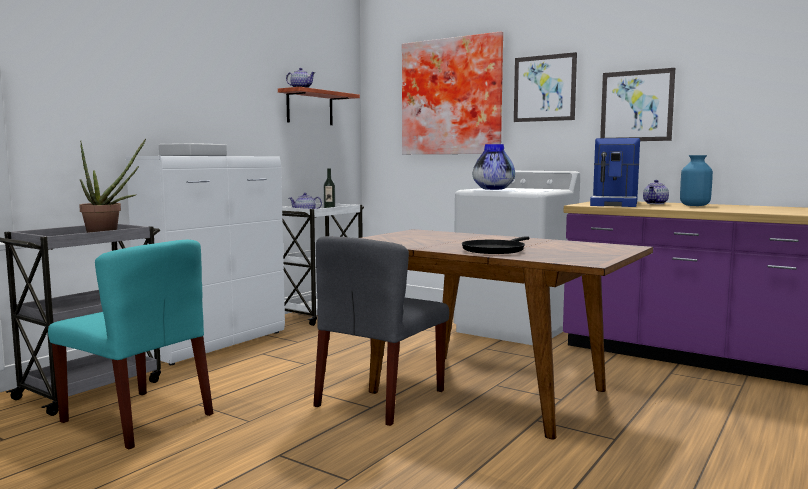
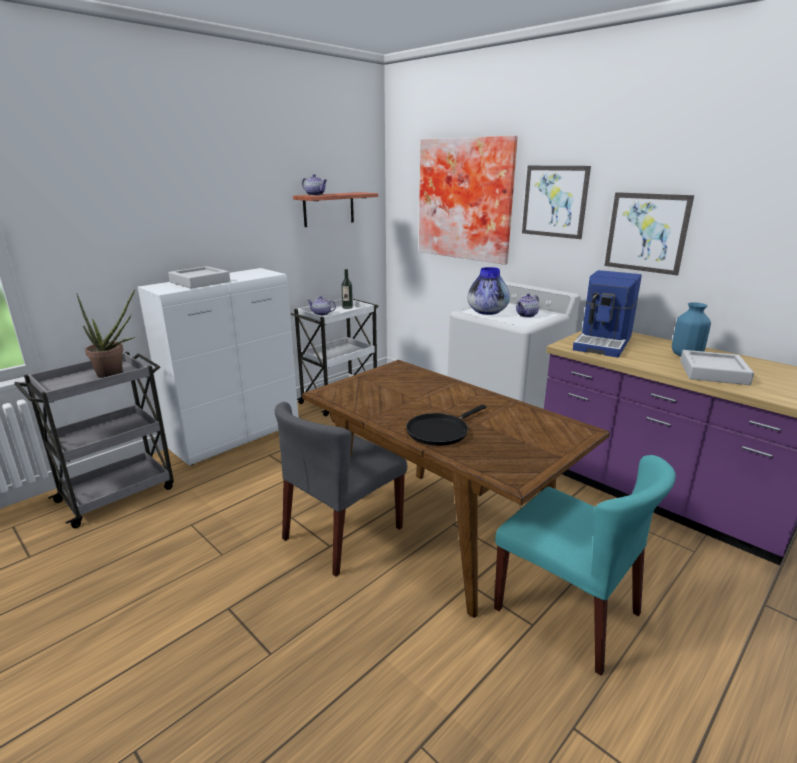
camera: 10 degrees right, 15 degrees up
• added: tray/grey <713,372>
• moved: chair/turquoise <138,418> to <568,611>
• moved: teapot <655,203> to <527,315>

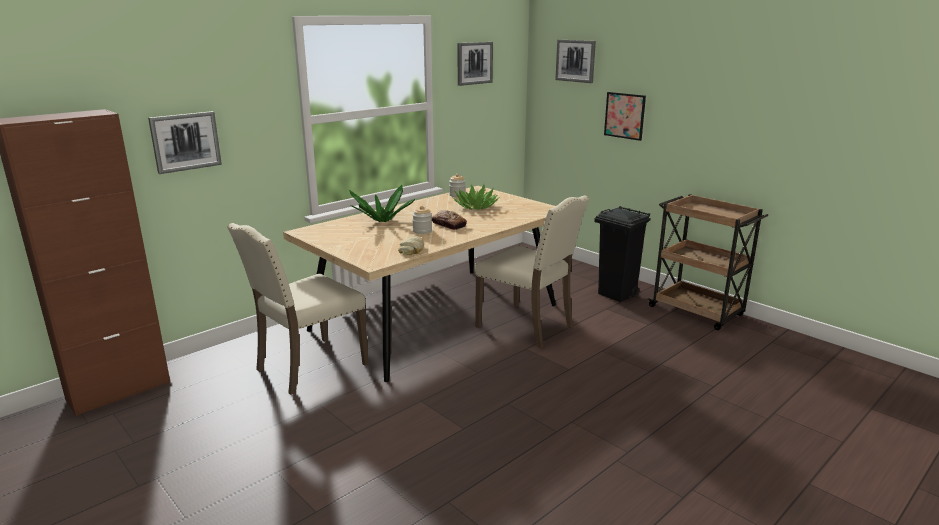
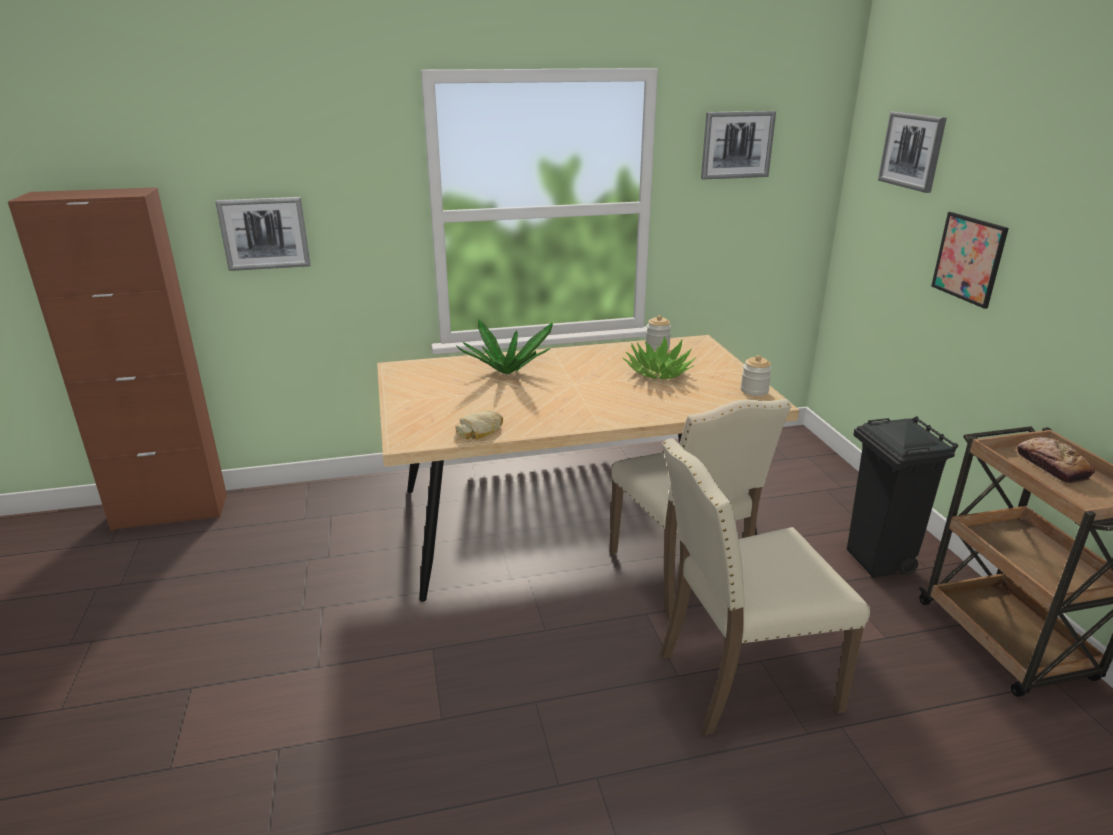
camera: 30 degrees right, 5 degrees up
• moved: chair/beige <308,367> to <742,679>
• moved: jar <422,231> to <754,390>
• moved: bread <448,224> to <1051,466>

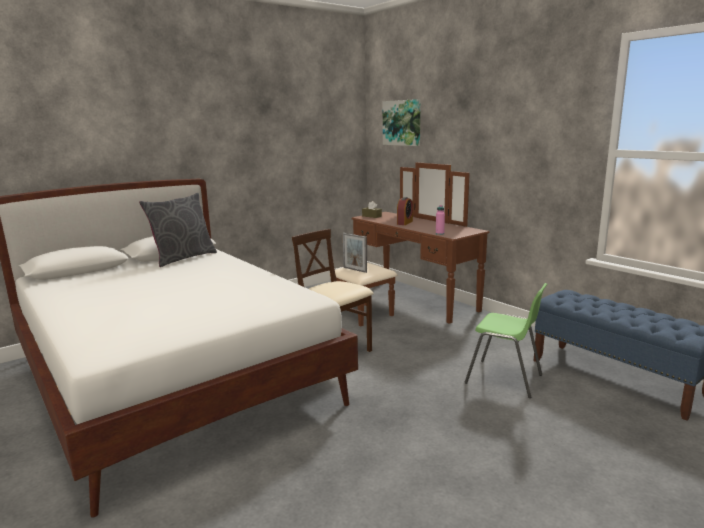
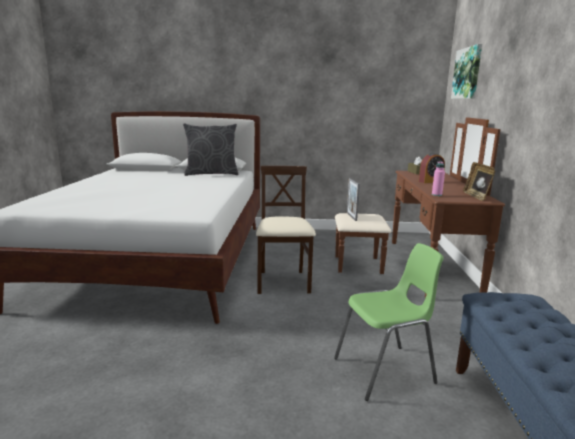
camera: 40 degrees right, 0 degrees up
• added: picture frame <476,196>
• turned: chair/green <504,379> = <385,371> 90 degrees counterclockwise

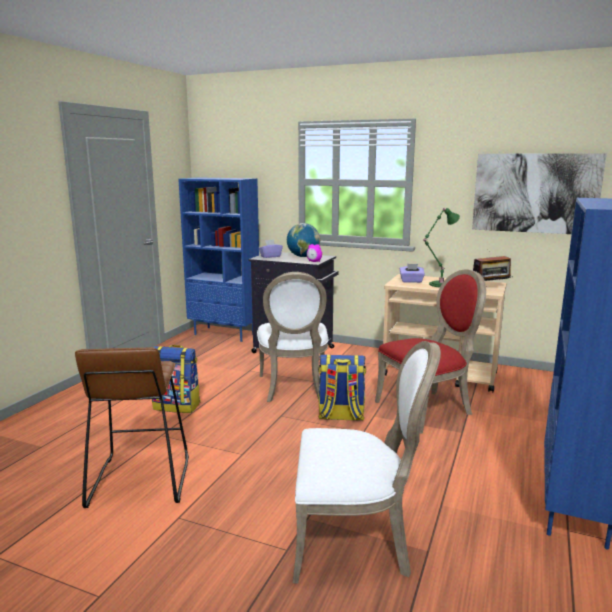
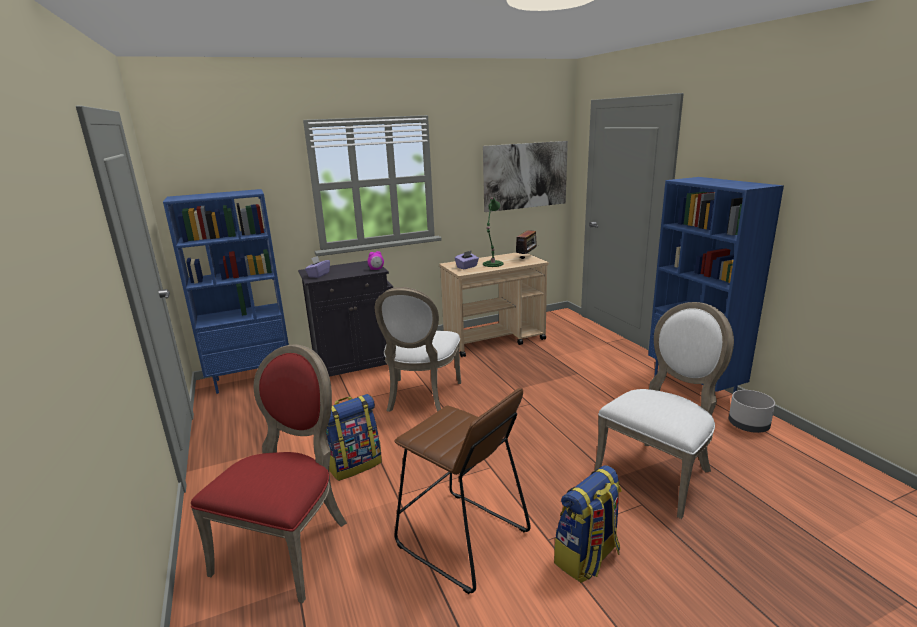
camera: 45 degrees left, 5 degrees up
• removed: globe <303,257>
• added: planter/grey <748,425>
• moved: backpack <340,416> to <587,558>
• moved: chair/red <428,409> to <289,545>
• turned: chair/white <293,388> = <421,398> 60 degrees clockwise

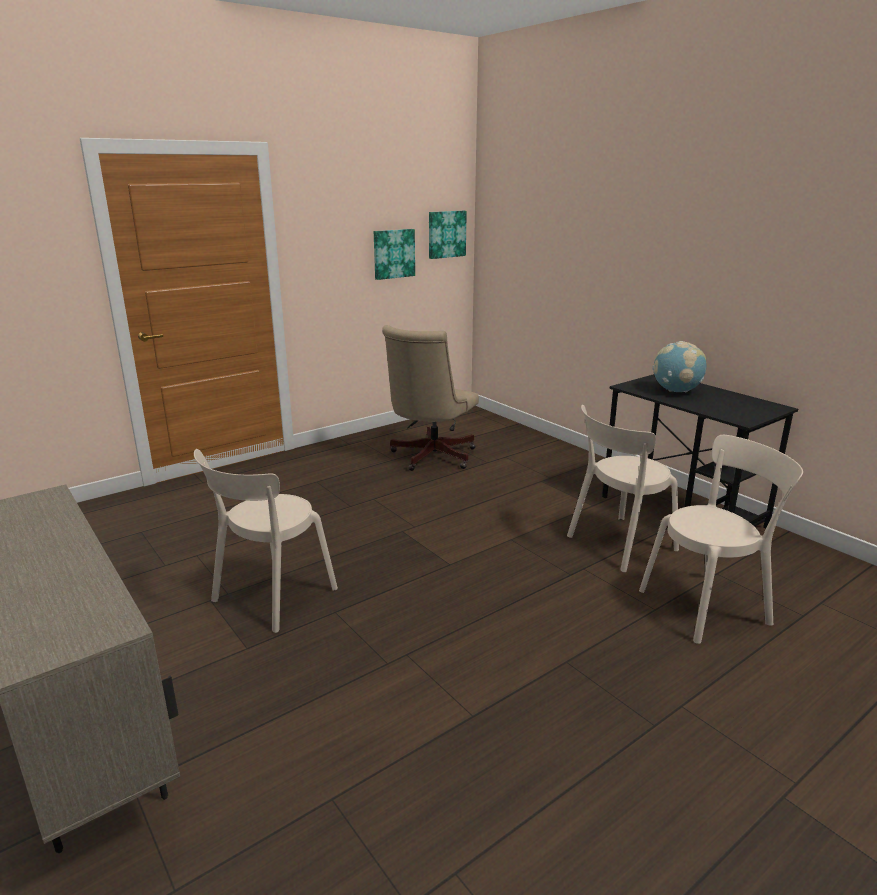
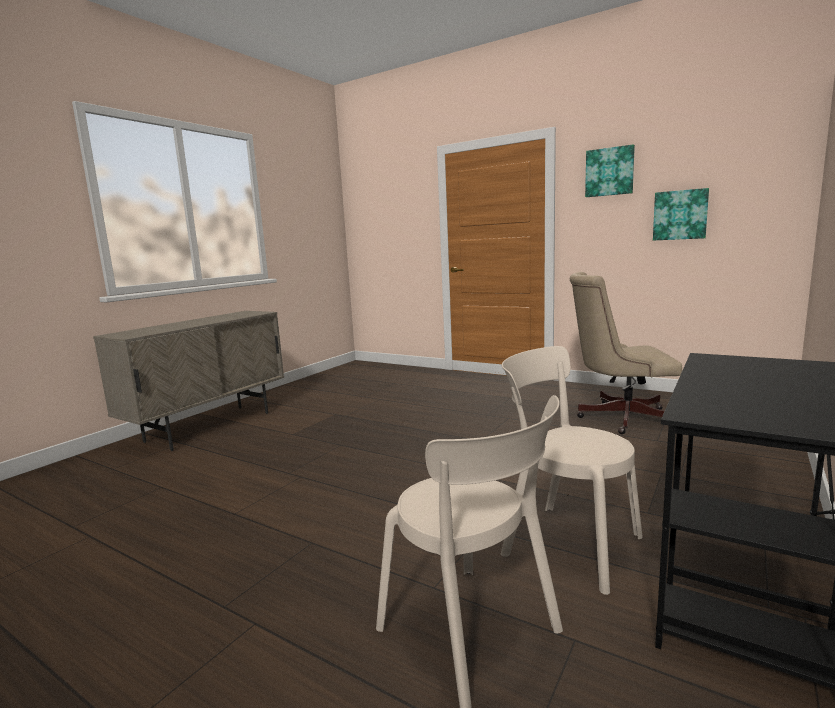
camera: 70 degrees right, 10 degrees down
• removed: chair/beige <271,597>
• removed: globe <676,391>
• moved: picture <446,234> to <609,172>

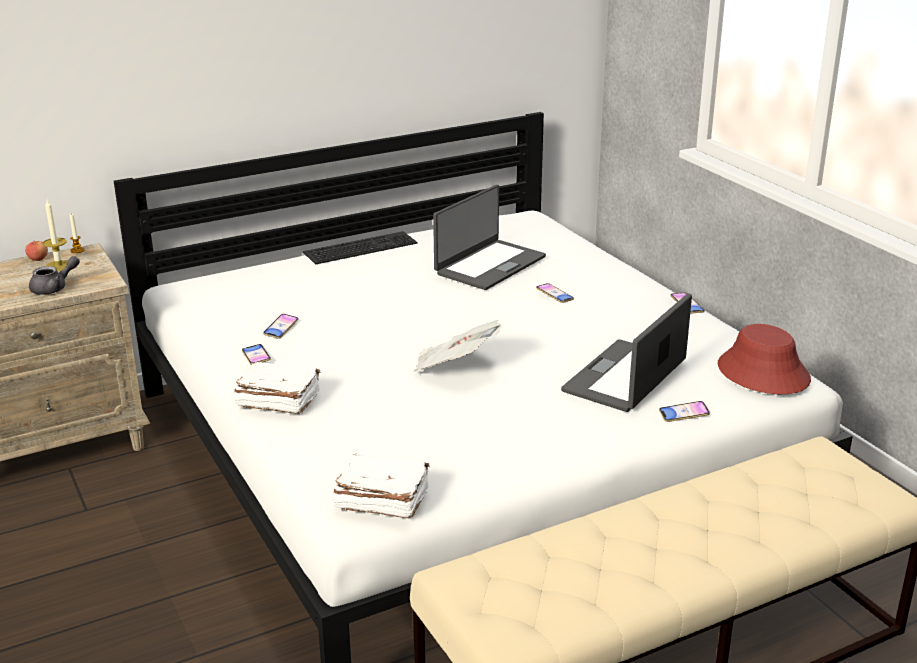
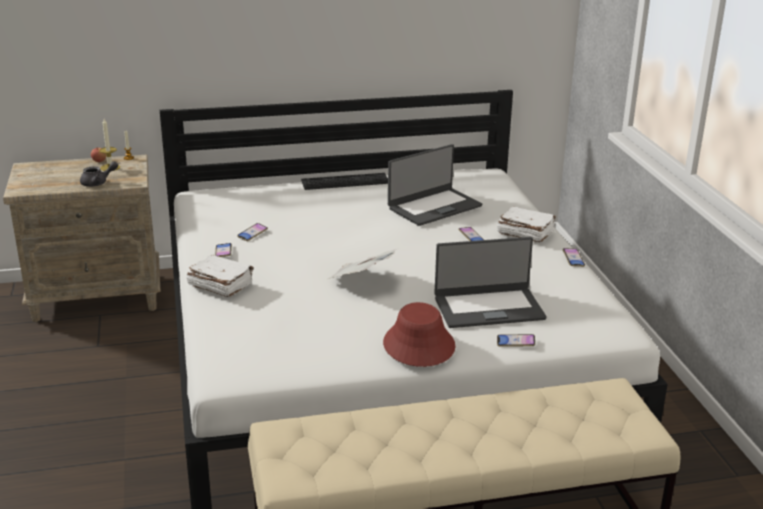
camera: 15 degrees right, 0 degrees up
• moved: book/white <381,500> to <524,233>
• moved: hat/red <762,373> to <418,345>
• turned: laptop <626,377> = <488,308> 150 degrees counterclockwise

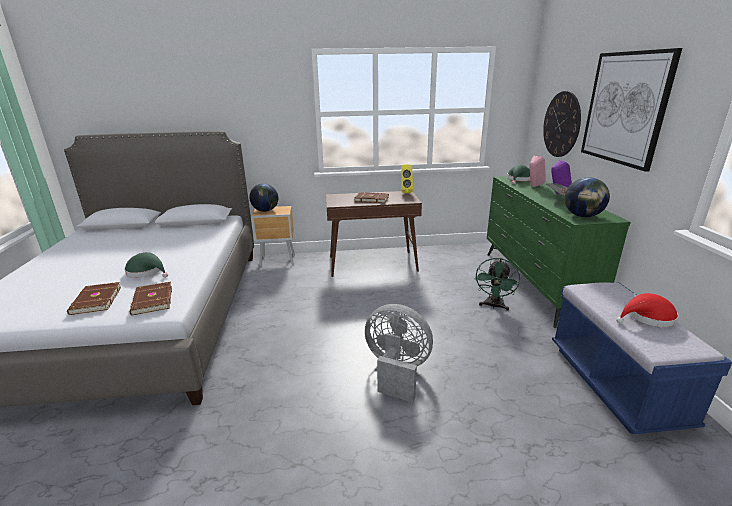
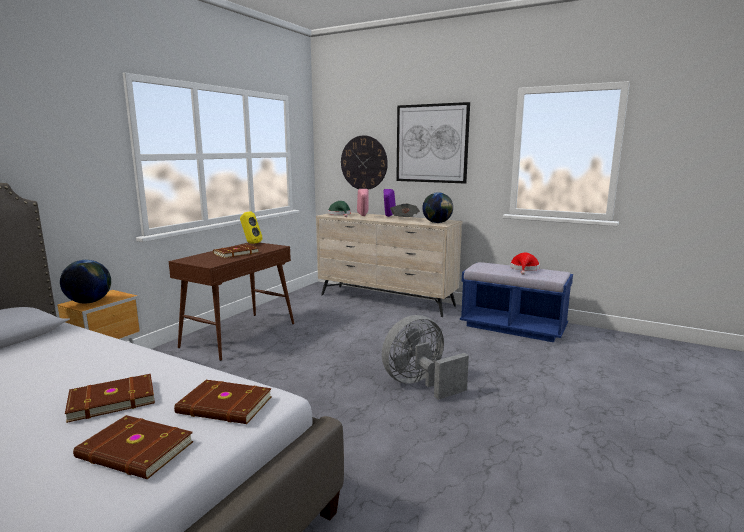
camera: 55 degrees left, 10 degrees down
• removed: fan/green <493,306>
• replaced: hat/green <147,271> to book/brown <111,400>
• recoloured: dresser/green <533,284> to dresser/beige <386,300>

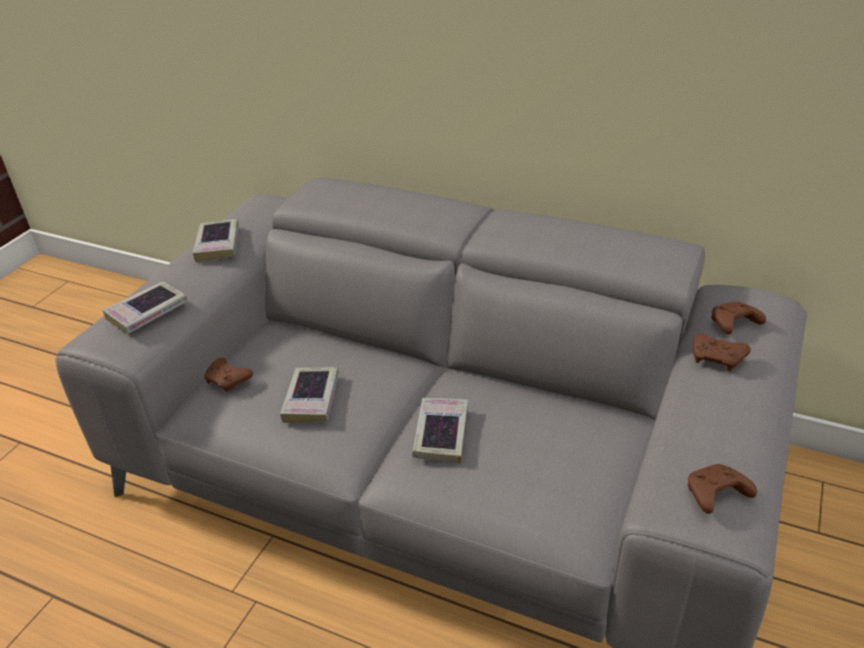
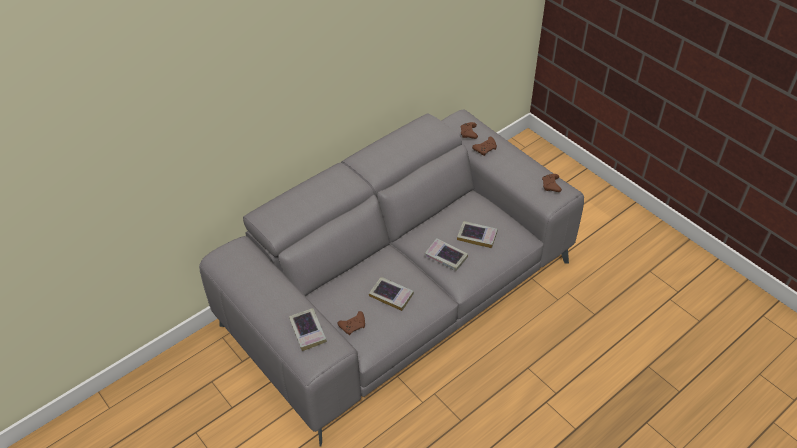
camera: 65 degrees left, 10 degrees up
• moved: book <218,244> to <477,236>

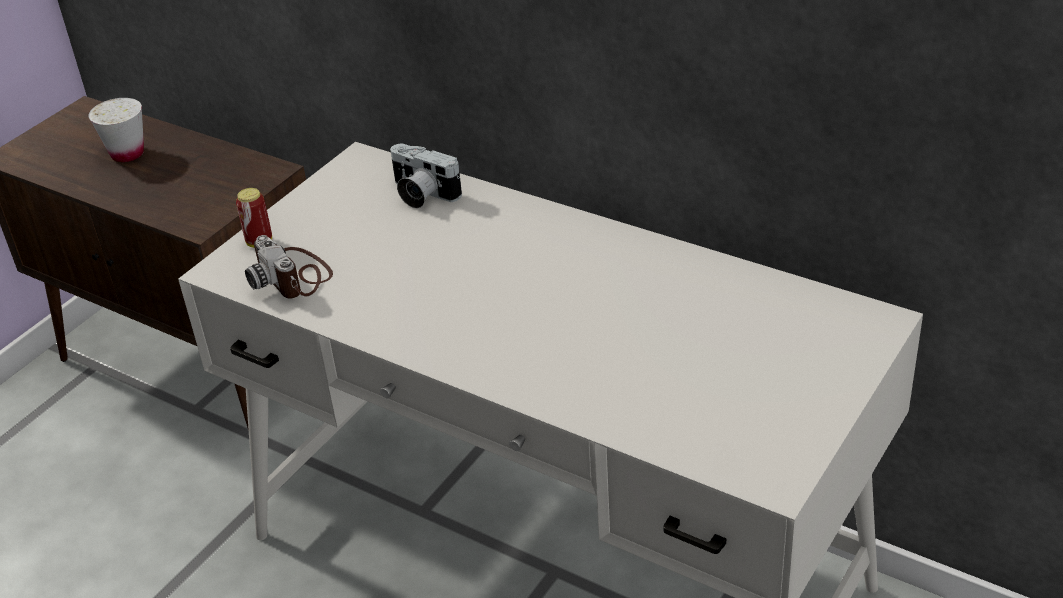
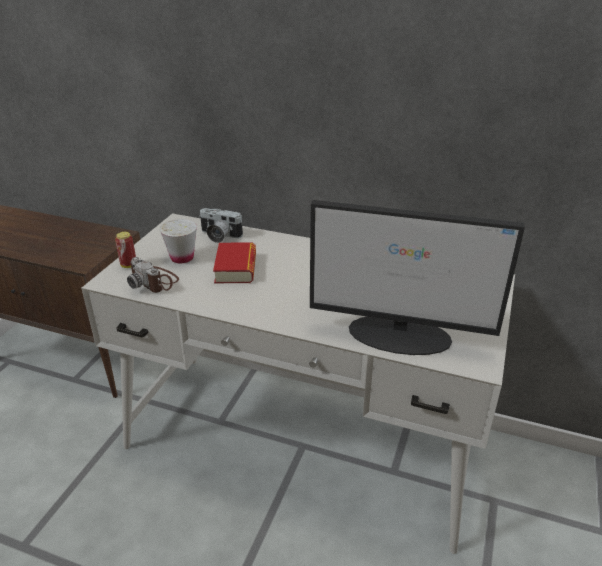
camera: 15 degrees left, 5 degrees down
• added: book <236,268>
• added: monitor <401,335>
• moved: cup/white <127,154> to <182,258>

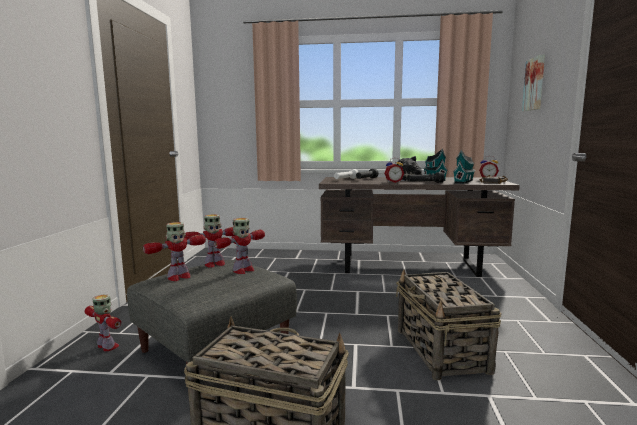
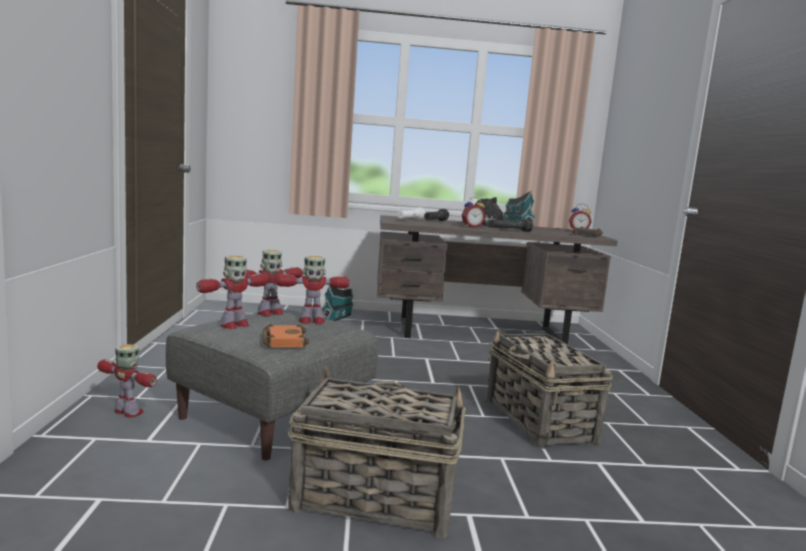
camera: 10 degrees left, 0 degrees up
• removed: picture <535,84>
• added: book/orange <283,340>
• moved: toy house <464,181> to <338,317>
• turned: toy robot <243,270> = <311,321> 45 degrees clockwise

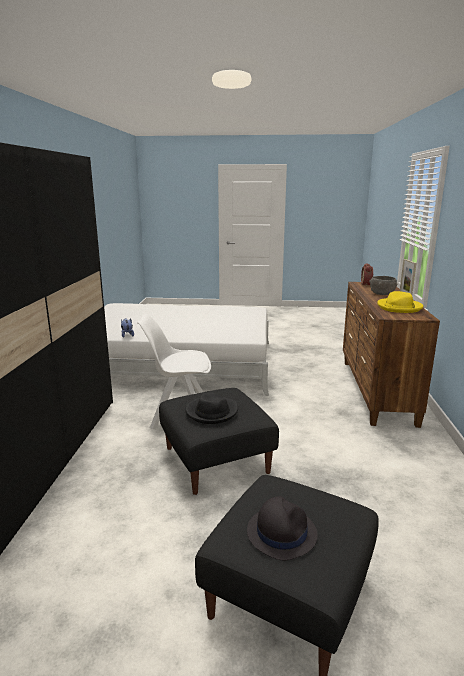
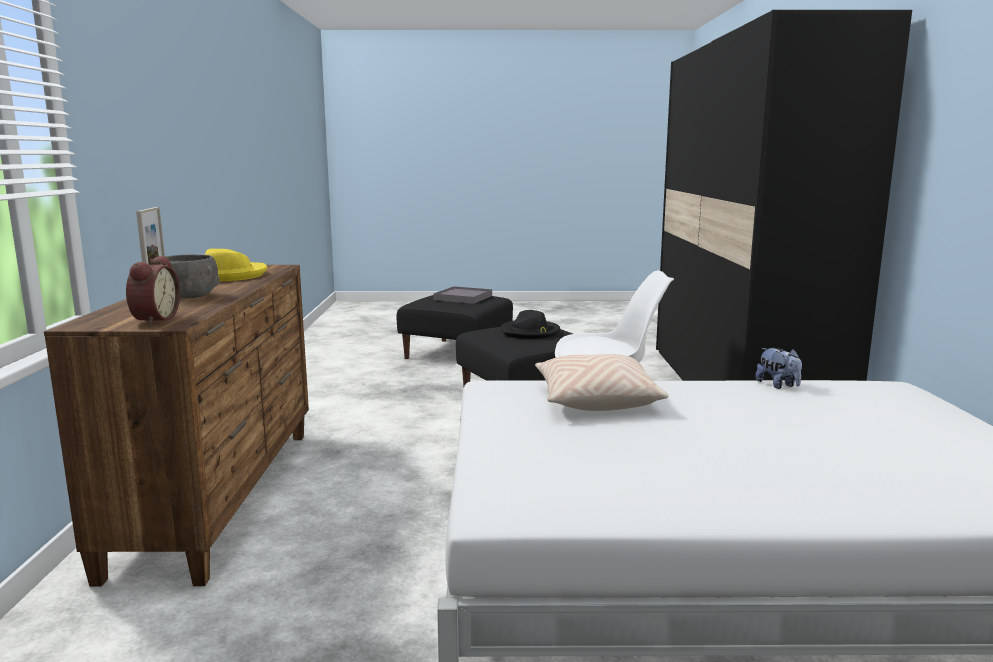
camera: 175 degrees right, 5 degrees down
• added: pillow/beige <595,401>
• replaced: hat/black <281,532> to tray/grey <463,298>

